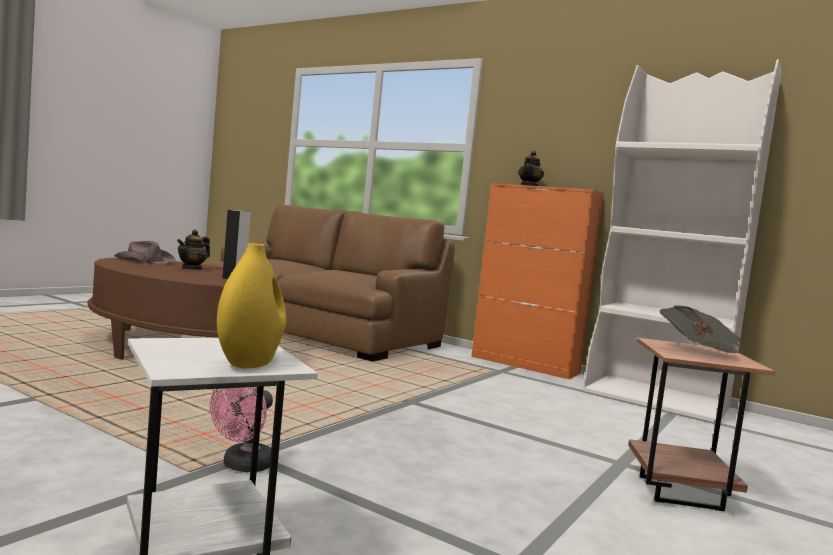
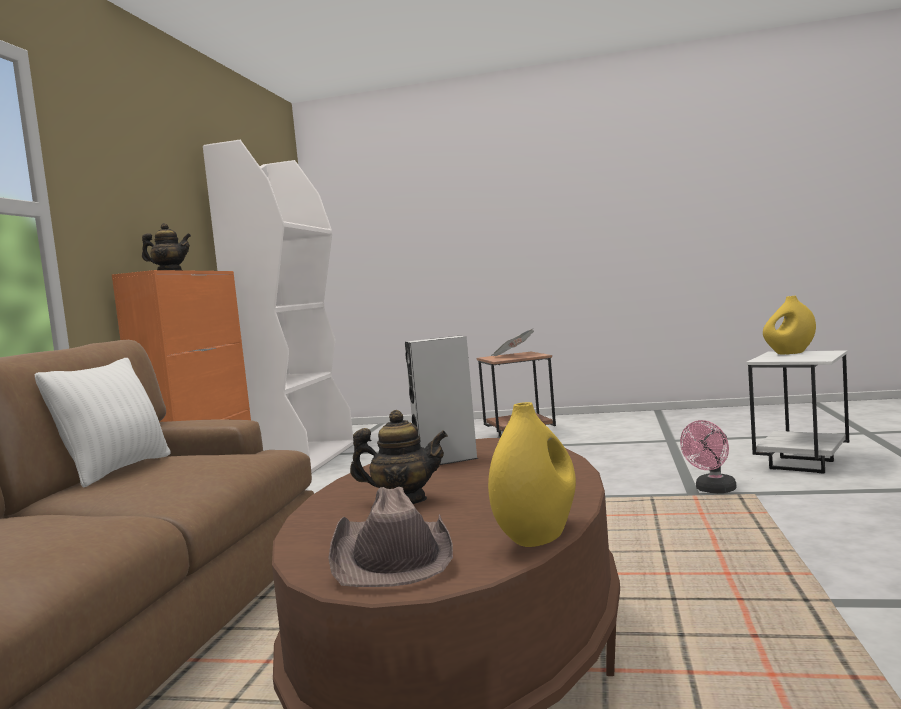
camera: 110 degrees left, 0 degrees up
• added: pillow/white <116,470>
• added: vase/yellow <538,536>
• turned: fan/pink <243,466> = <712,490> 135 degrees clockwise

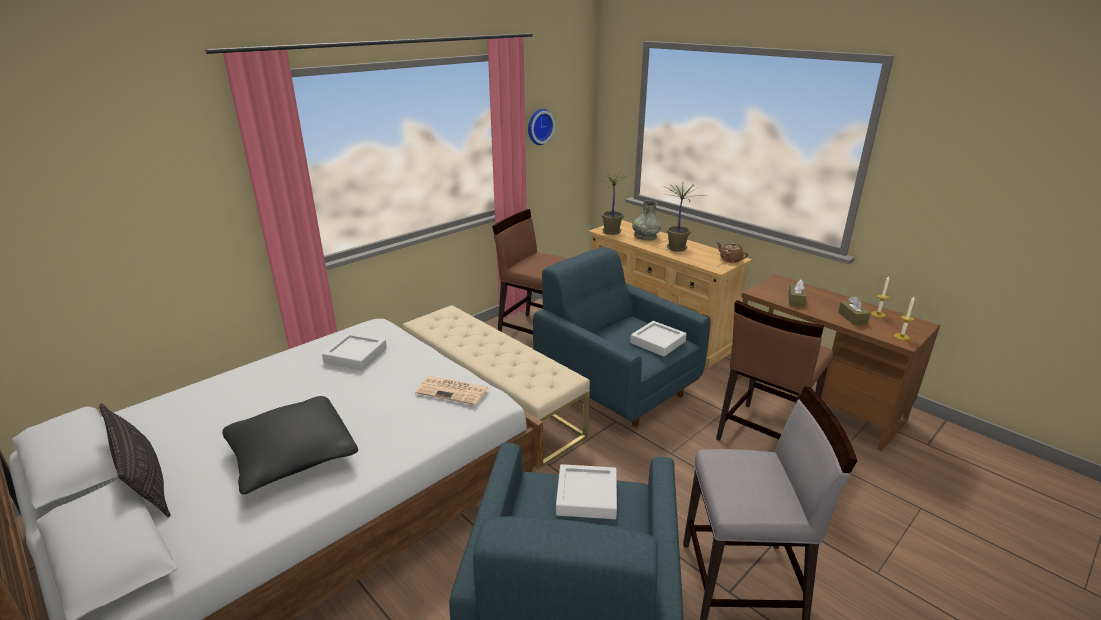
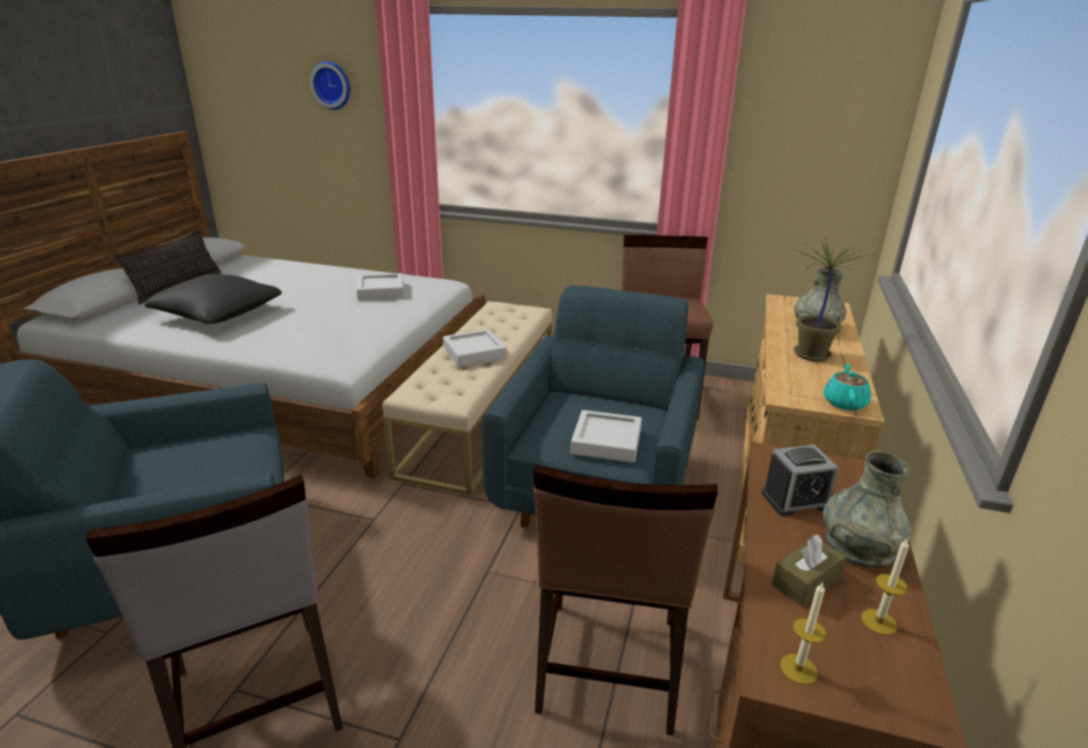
camera: 60 degrees right, 0 degrees up
• removed: newspaper <453,391>
• removed: potted plant <612,232>
• added: vase/grey <858,546>
• moved: wall clock <539,126> to <332,85>
• moved: tray/grey <586,496> to <474,353>
• replaced: tissue box/brown <796,300> to alarm clock <795,500>
• recoloured: teapot/brown <730,259> to teapot/turquoise <844,402>
• turned: chair/brown <764,435> = <607,665> 90 degrees counterclockwise

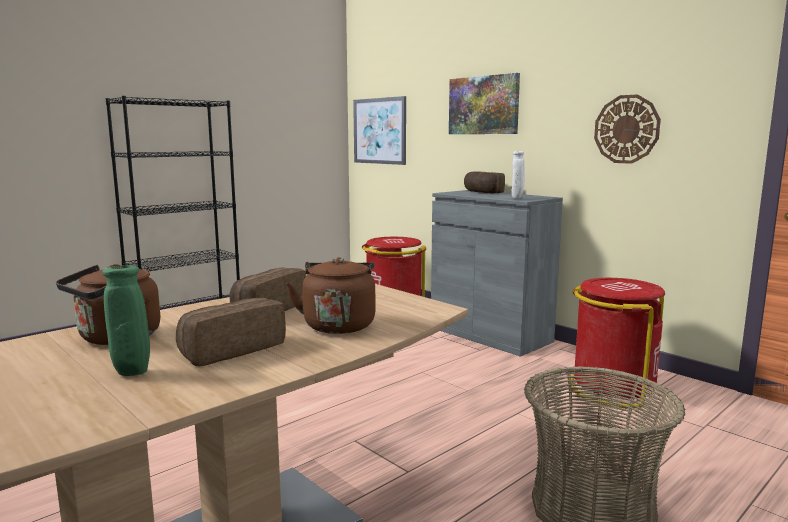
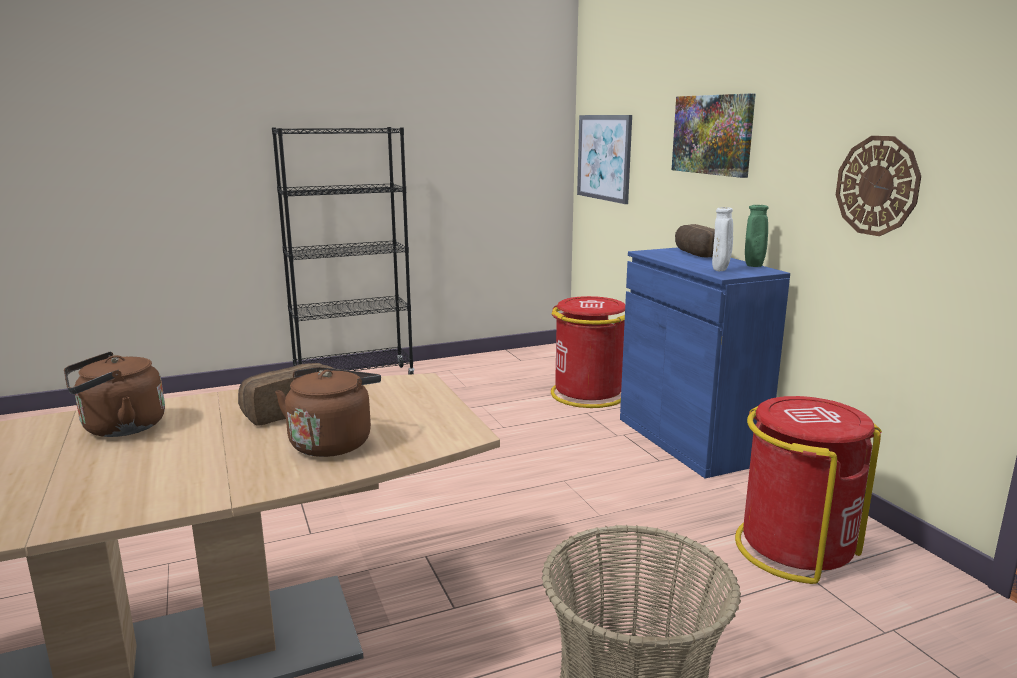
camera: 20 degrees right, 5 degrees up
• removed: bread <231,350>
• moved: vase/green <131,374> to <753,266>
• recoloured: cabinet/grey <490,334> to cabinet/blue <689,440>

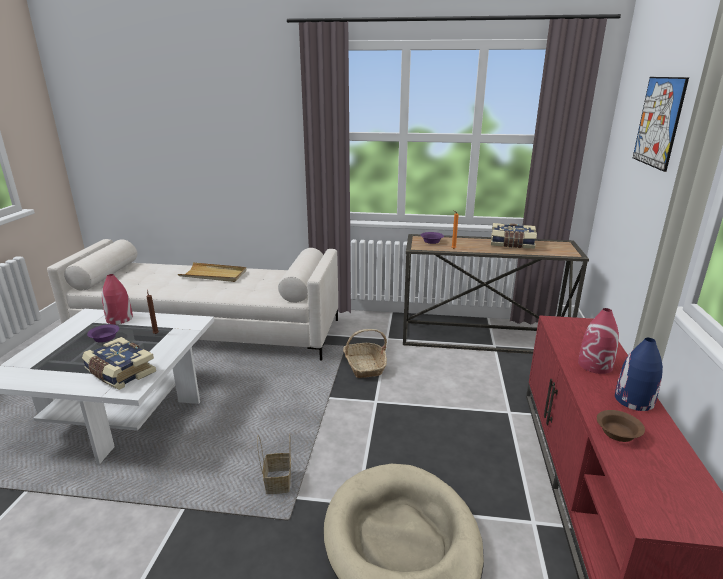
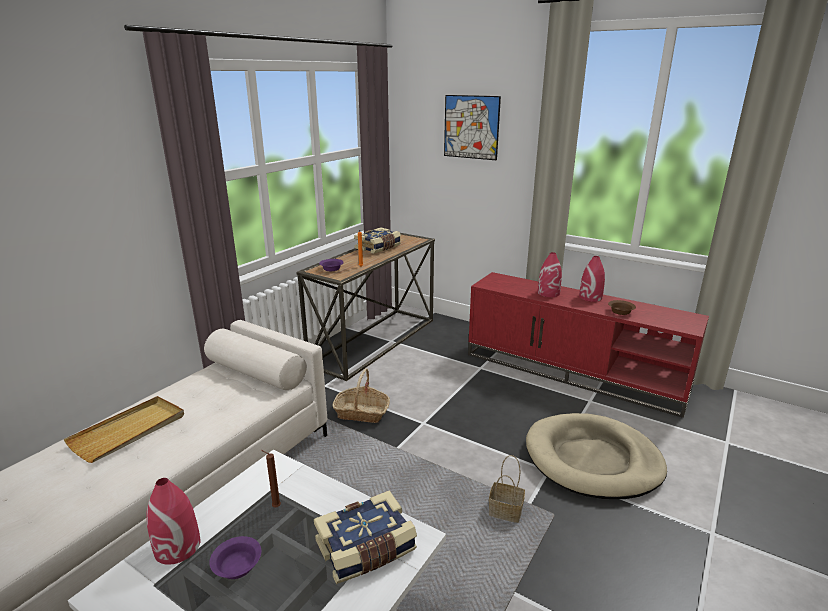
camera: 65 degrees left, 0 degrees up
• recoloured: vase/blue <633,400> to vase/red <590,297>

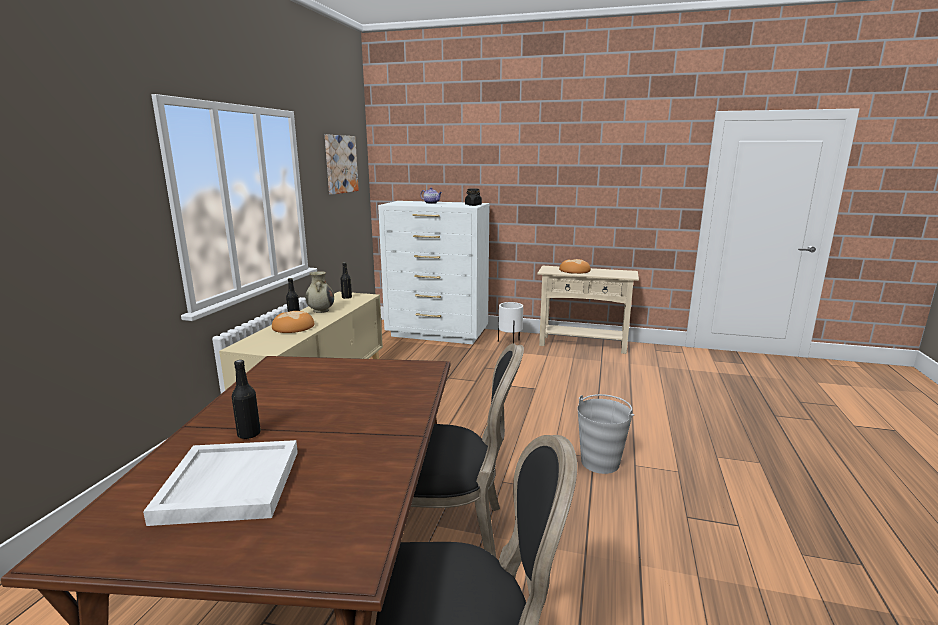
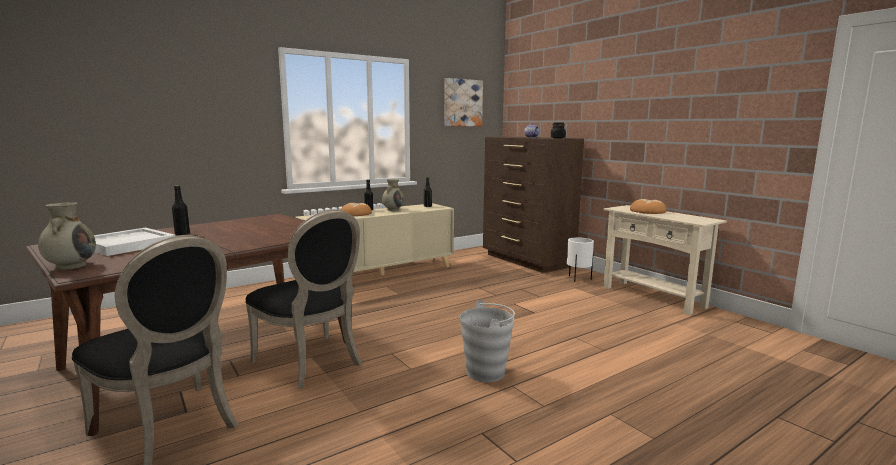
camera: 40 degrees right, 5 degrees down
• added: vase/beige <71,266>
• recoloured: dresser/white <437,334> to dresser/brown <526,260>

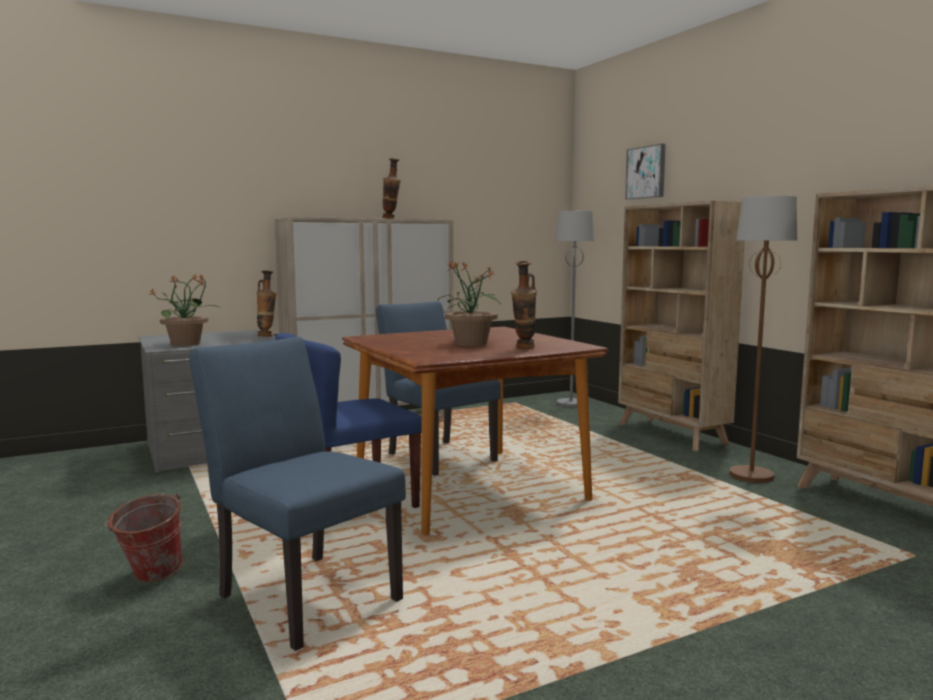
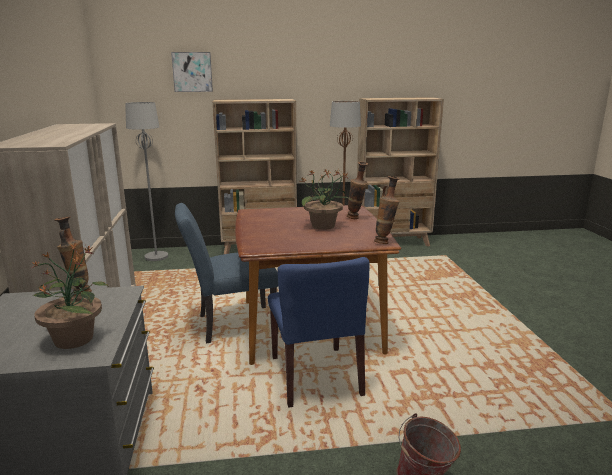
camera: 70 degrees left, 10 degrees up
• removed: chair/blue <301,593>
• moved: vase <391,219> to <385,242>

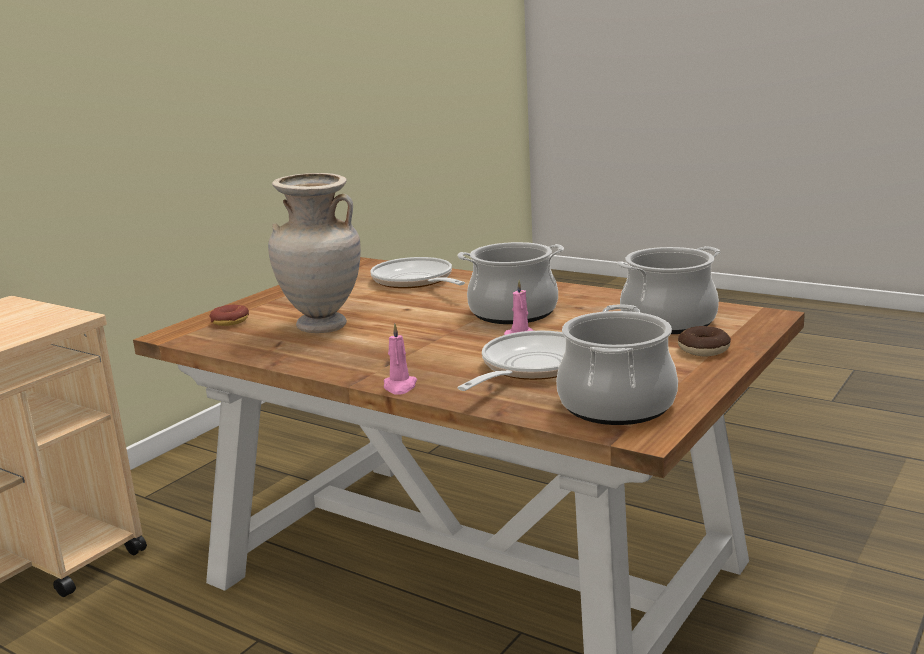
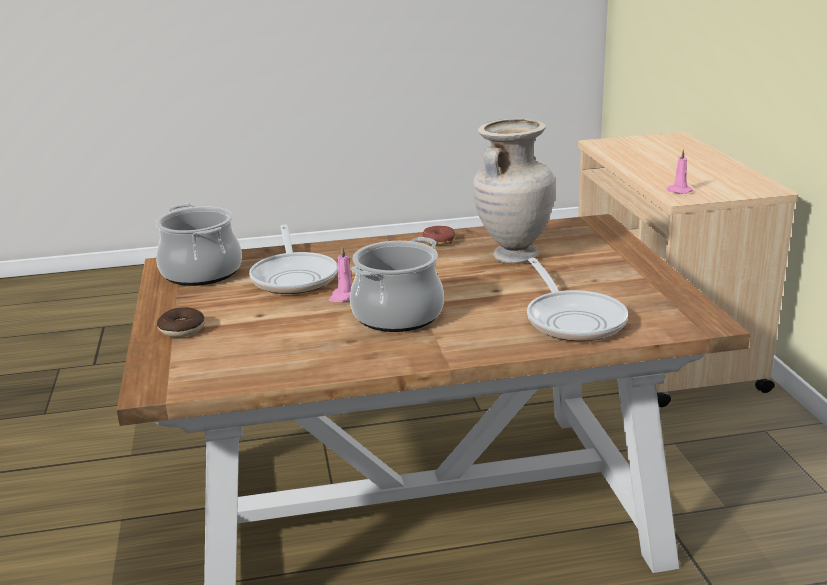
camera: 135 degrees right, 5 degrees up
• removed: cooking pot <668,321>
• moved: donut <230,321> to <439,241>
• moved: candle/pink <400,387> to <678,191>
• turned: frying pan <415,282> = <572,319> 60 degrees clockwise

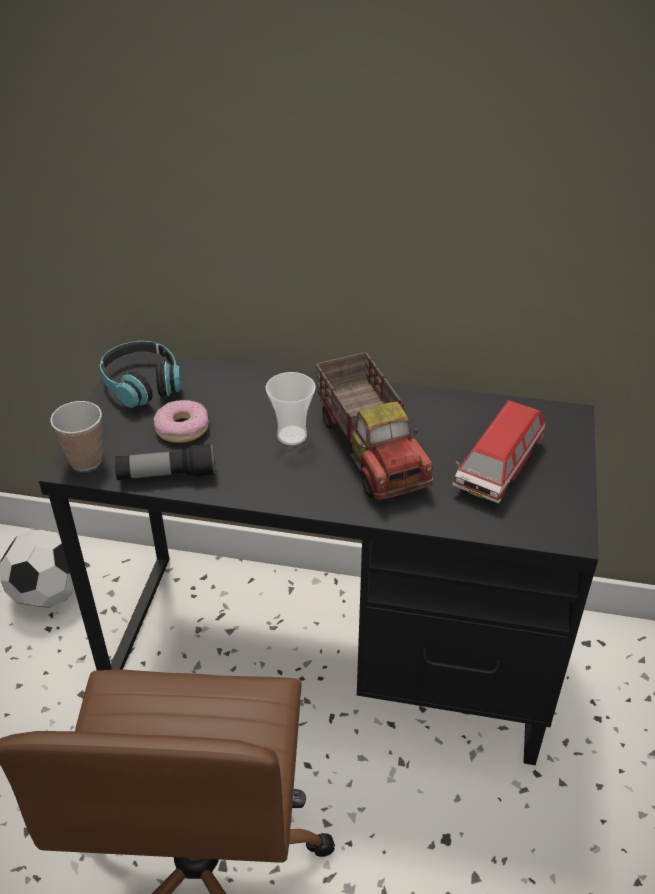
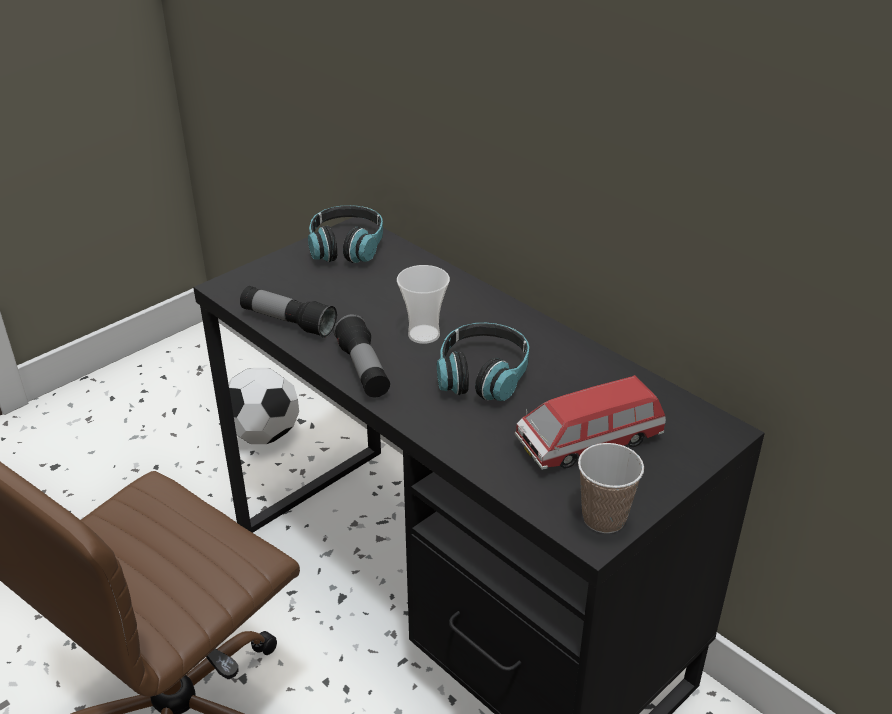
camera: 35 degrees right, 5 degrees down
• removed: donut <182,428>
• added: flashlight <363,370>
• moved: cup <86,459> to <604,518>
• replaced: toy truck <372,449> to headphones <483,375>

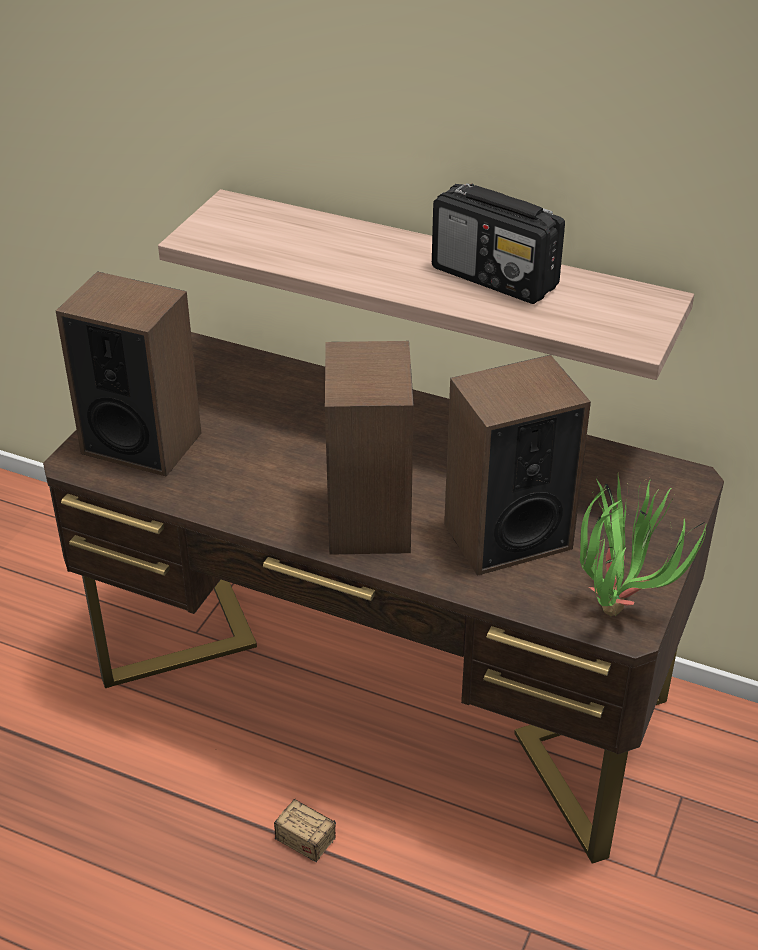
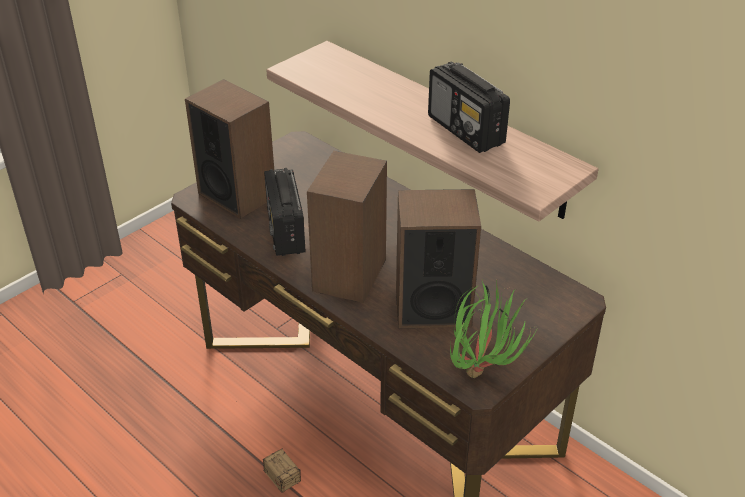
camera: 20 degrees right, 0 degrees up
• added: radio <285,232>

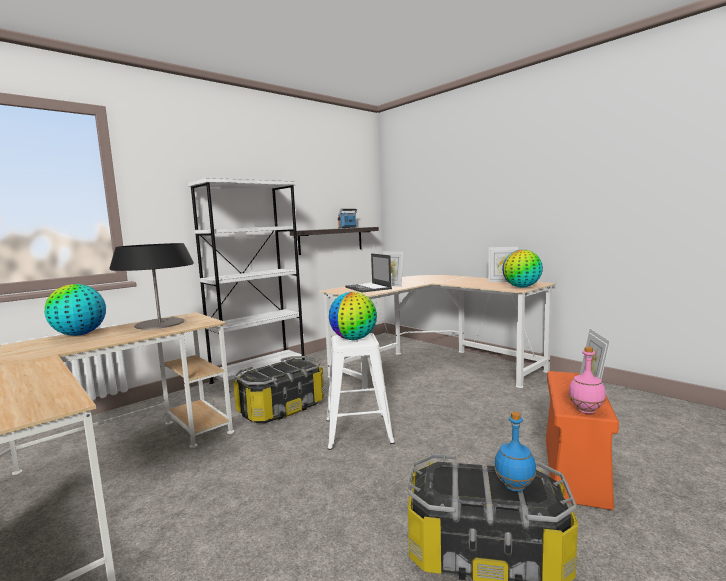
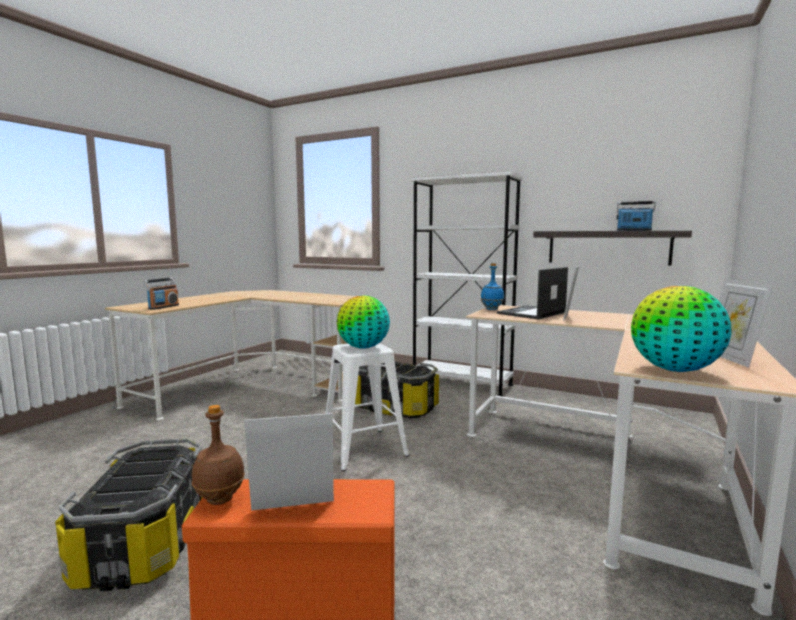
camera: 70 degrees right, 0 degrees up
• removed: globe <79,334>
• removed: table lamp <159,323>
• added: radio <163,307>
• moved: bottle/blue <514,486> to <492,309>
• recoloured: bottle/pink <585,410> to bottle/brown <220,499>

